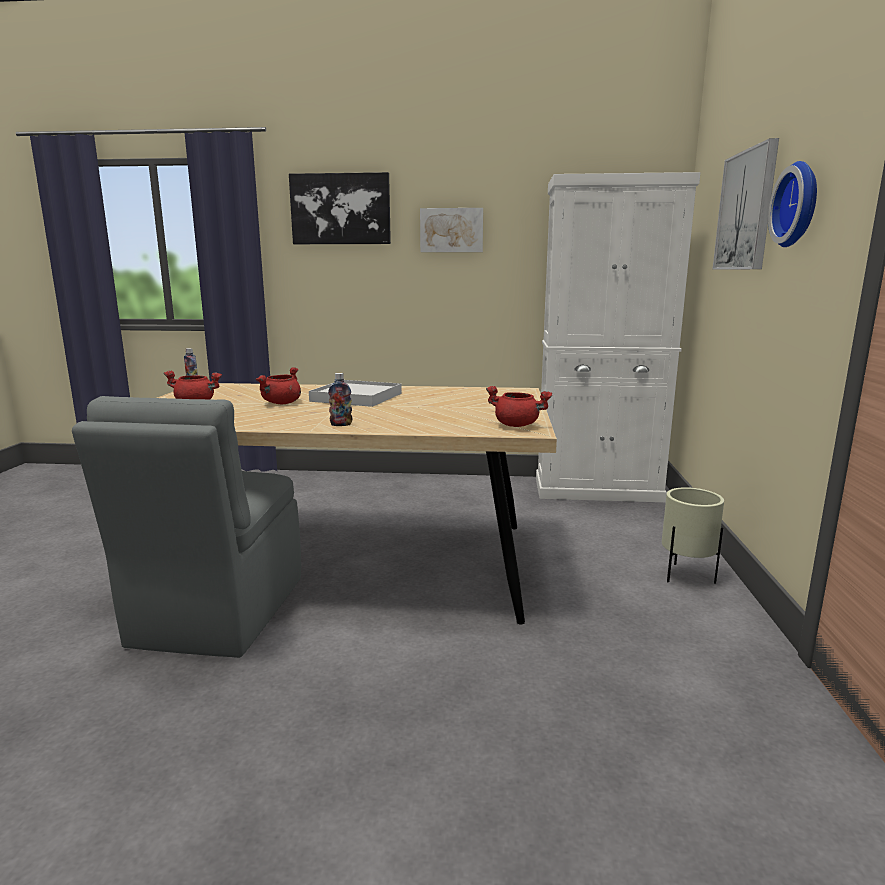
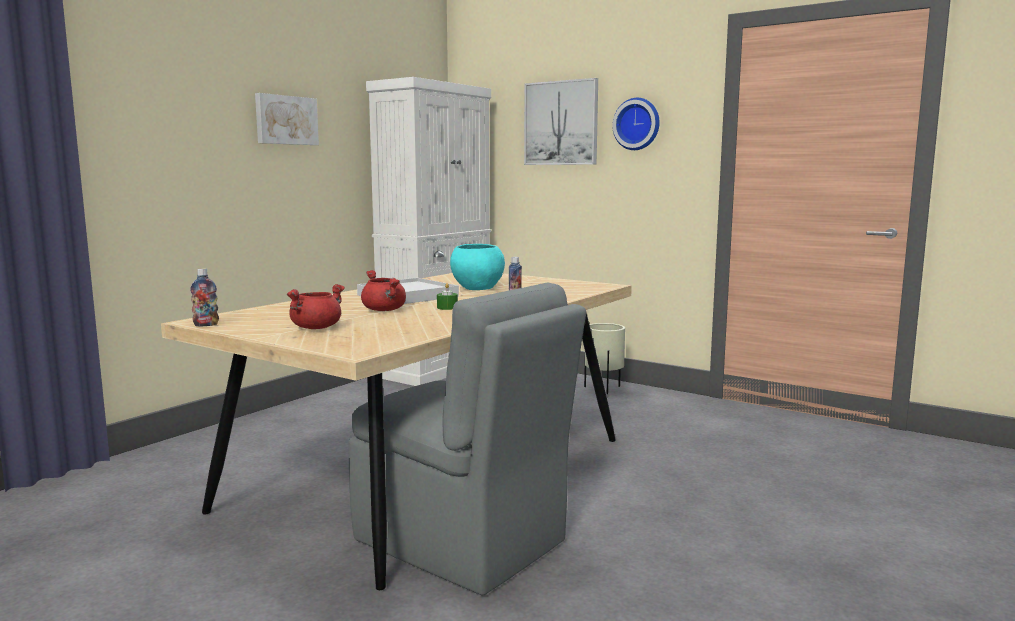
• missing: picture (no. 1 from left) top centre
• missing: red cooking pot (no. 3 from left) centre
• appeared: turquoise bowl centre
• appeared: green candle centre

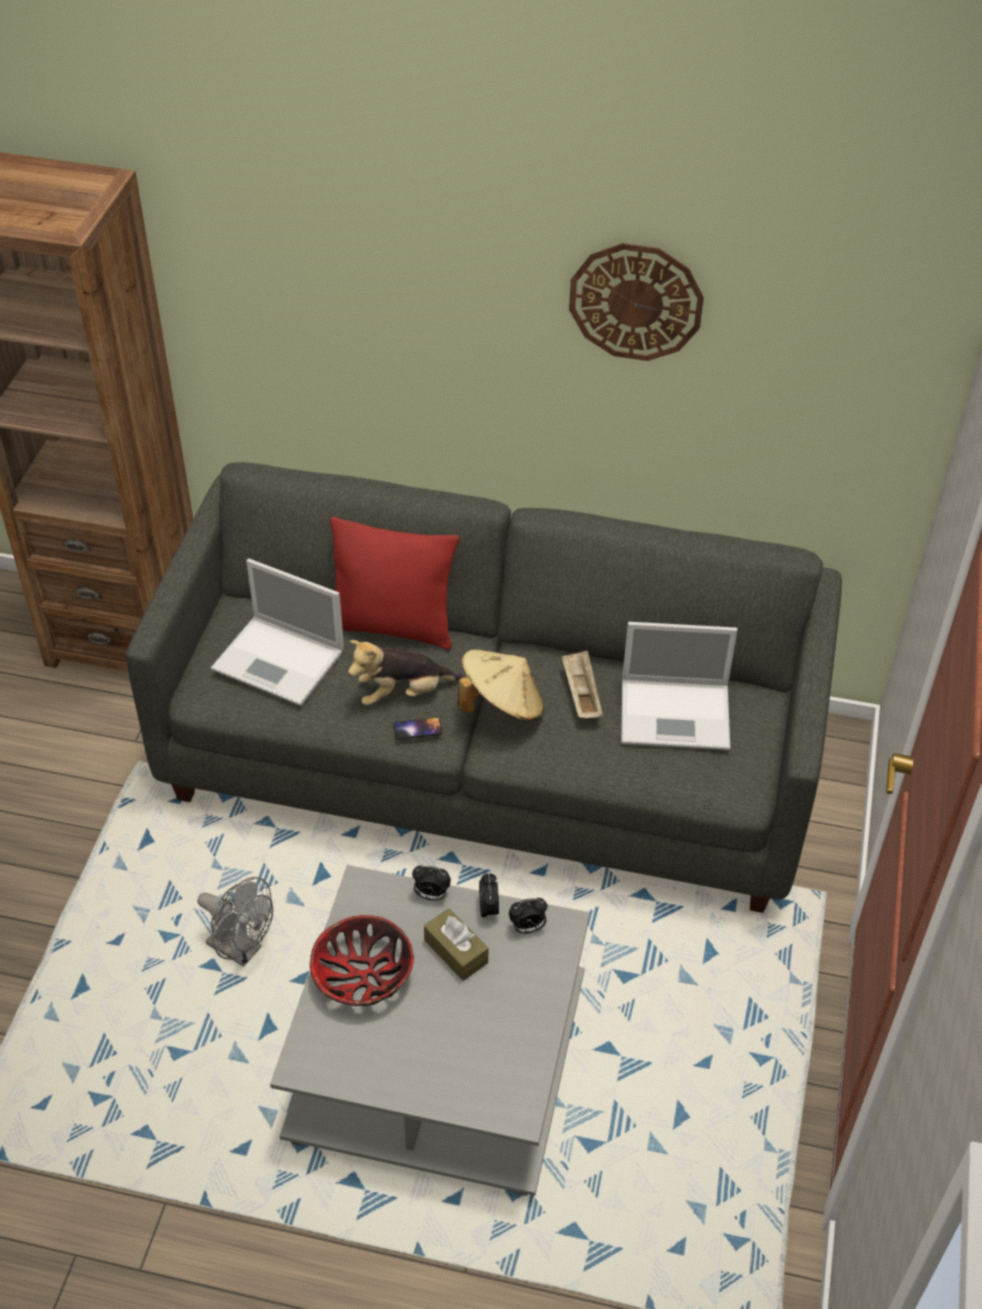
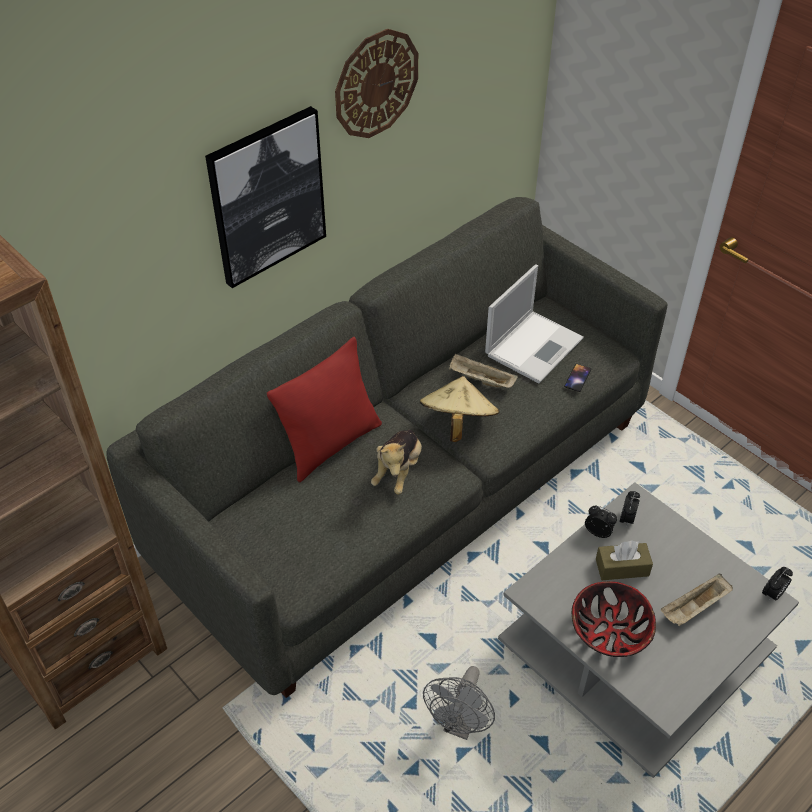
• missing: laptop (no. 1 from left) middle left
• relocated: phone centre to middle right
• relocated: alarm clock (no. 1 from left in the first image) bottom centre to alarm clock (no. 3 from left) bottom right
• spun: grey fan bottom left = bottom centre 135 degrees clockwise
• appeared: picture top left
• appeared: beige tray (no. 2 from left) bottom right

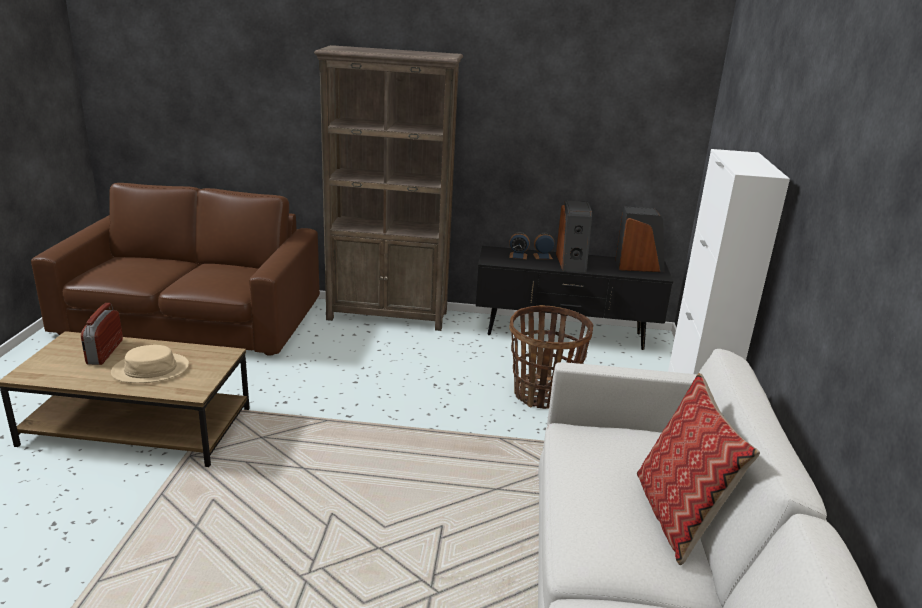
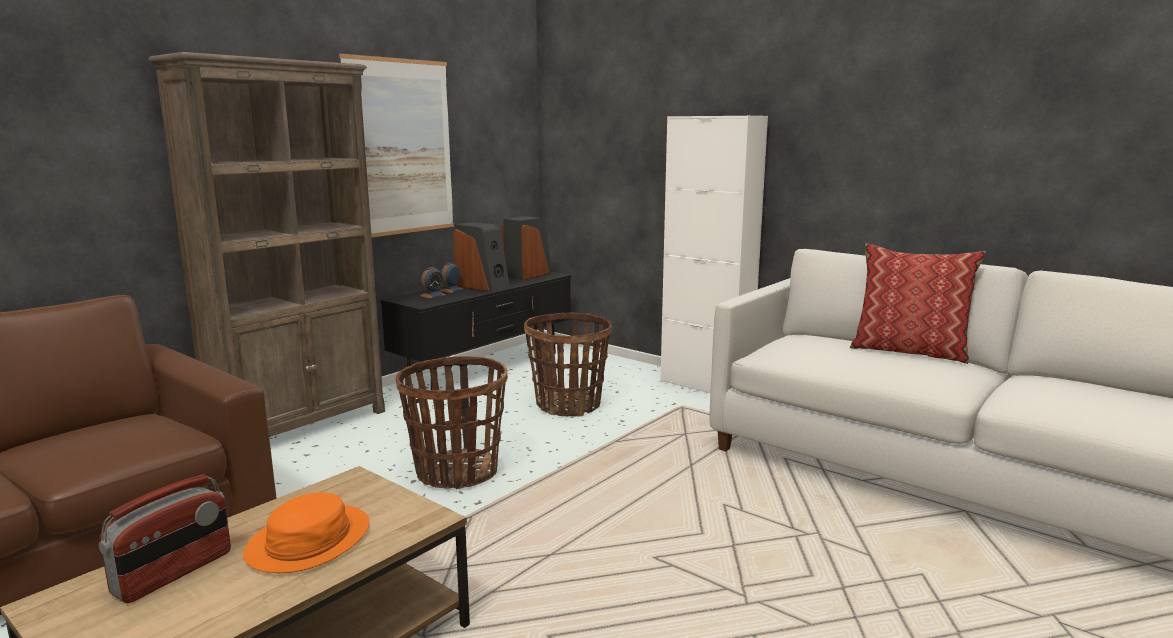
• spun: radio middle left = bottom left 90 degrees counterclockwise
• colour: beige hat middle left to orange hat bottom left
• appeared: picture top centre
• appeared: basket (no. 1 from left) centre

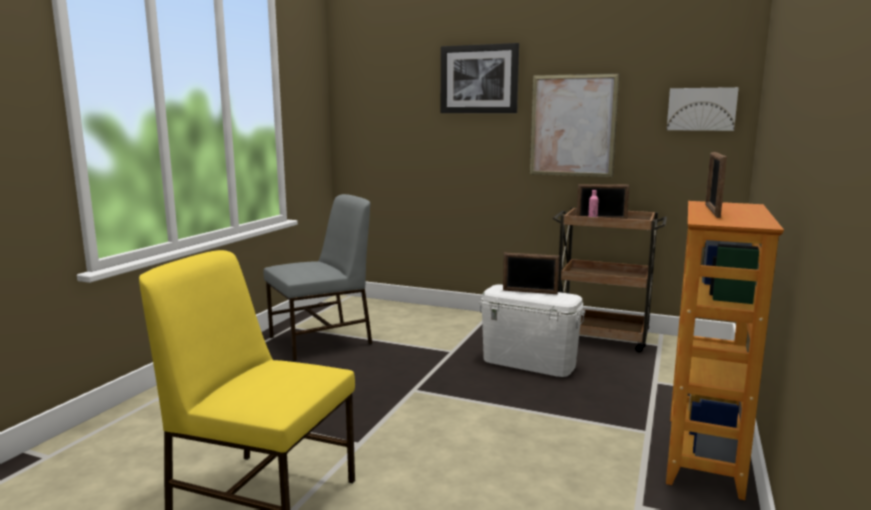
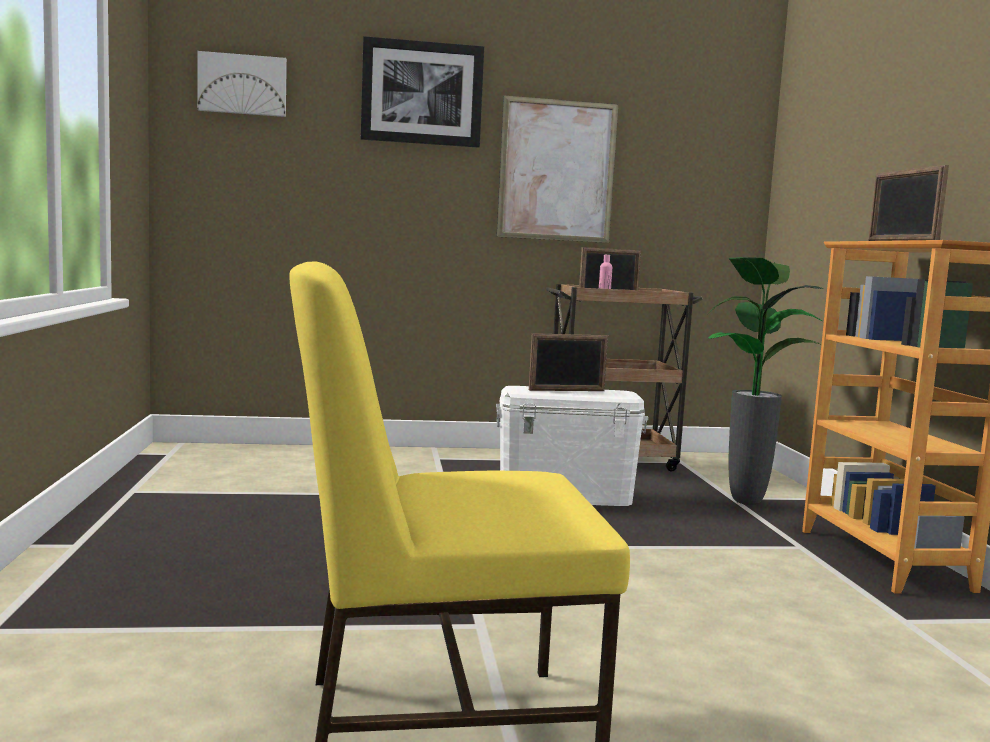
• relocated: picture (no. 3 from left in the first image) top right to picture (no. 1 from left) top left
• missing: grey chair centre
• appeared: potted plant middle right

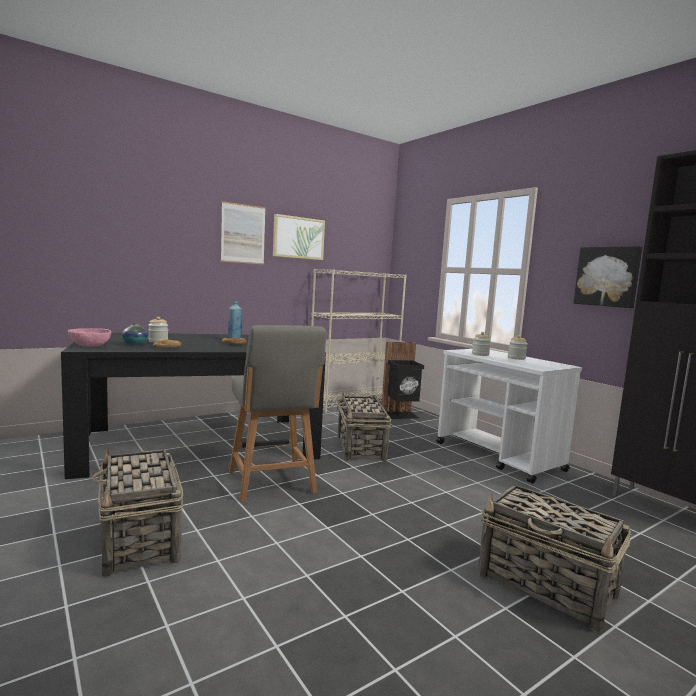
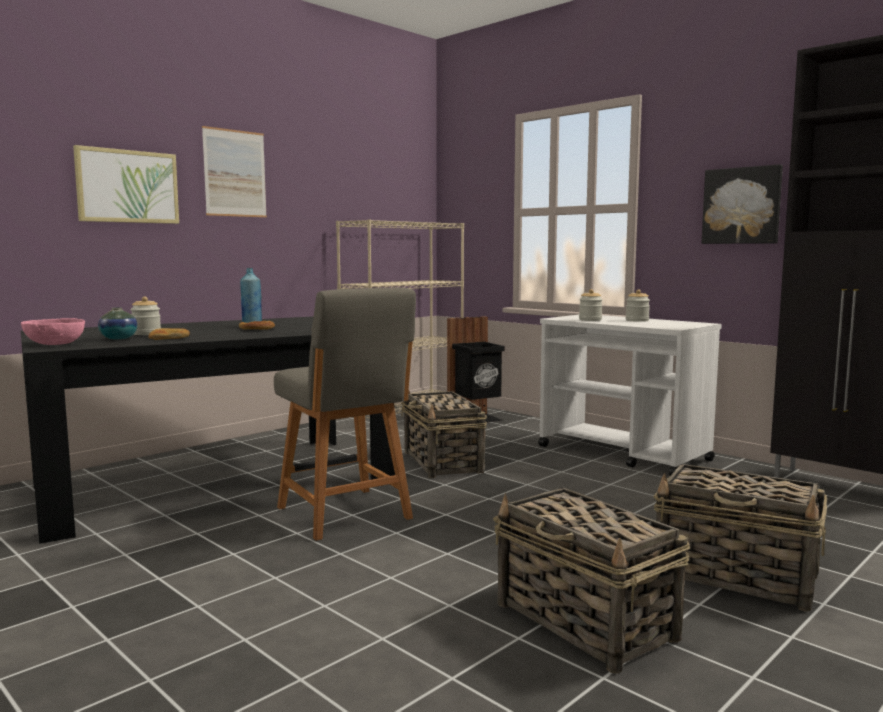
• relocated: picture (no. 2 from left in the first image) centre to picture (no. 1 from left) top left
• relocated: basket (no. 1 from left in the first image) bottom left to basket (no. 2 from left) bottom right

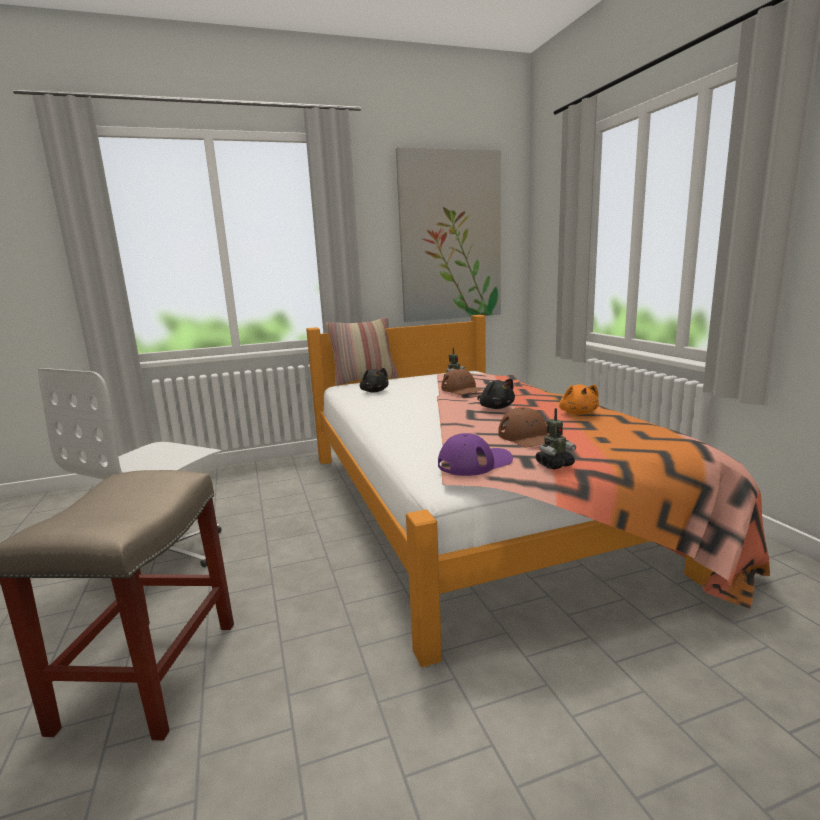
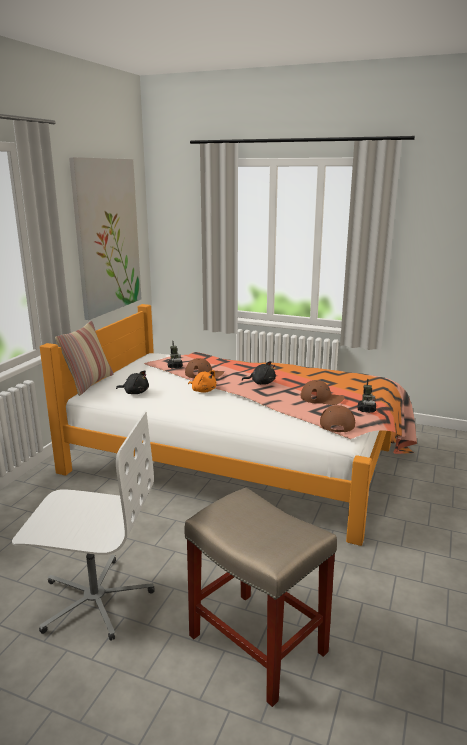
• spun: white office chair middle left = bottom left 60 degrees counterclockwise
• relocated: orange plush toy middle right to centre
• colour: purple cap centre to brown cap (no. 3 from left) middle right

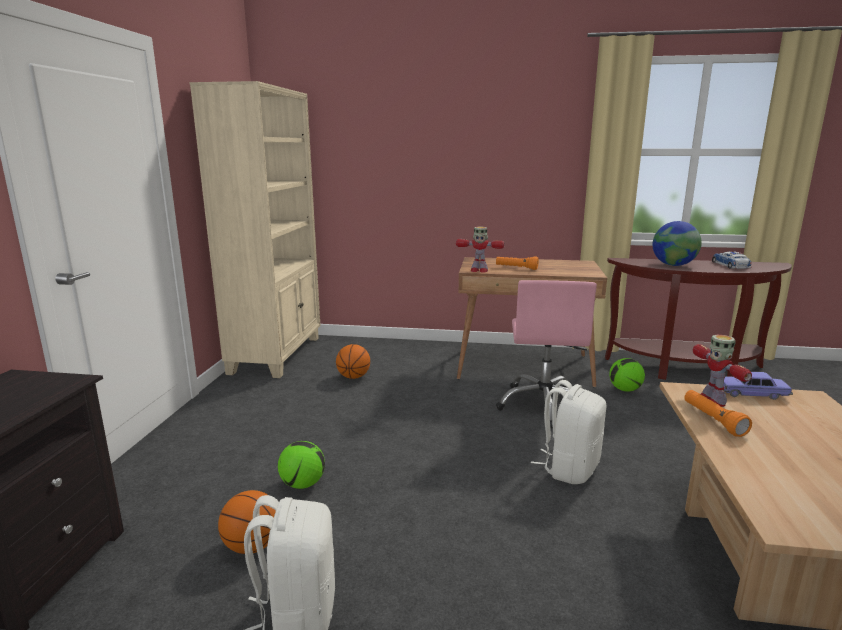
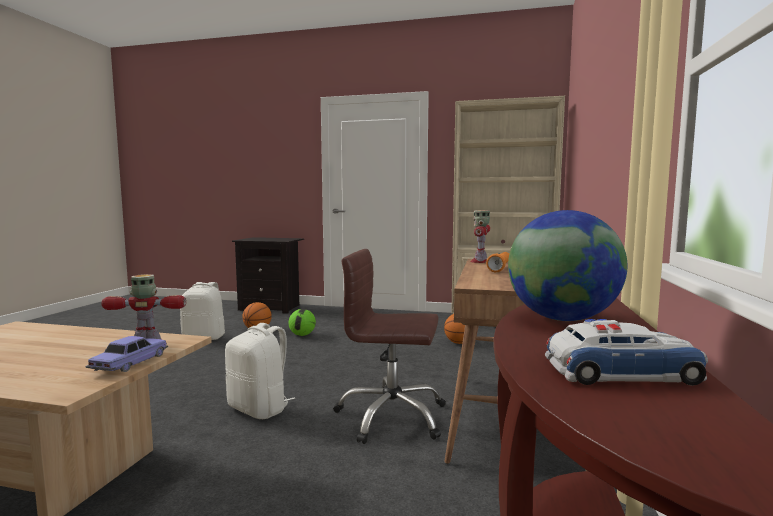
• colour: pink office chair centre to brown office chair bottom centre
• missing: football (no. 2 from left) middle right
• missing: orange flashlight (no. 2 from left) middle right

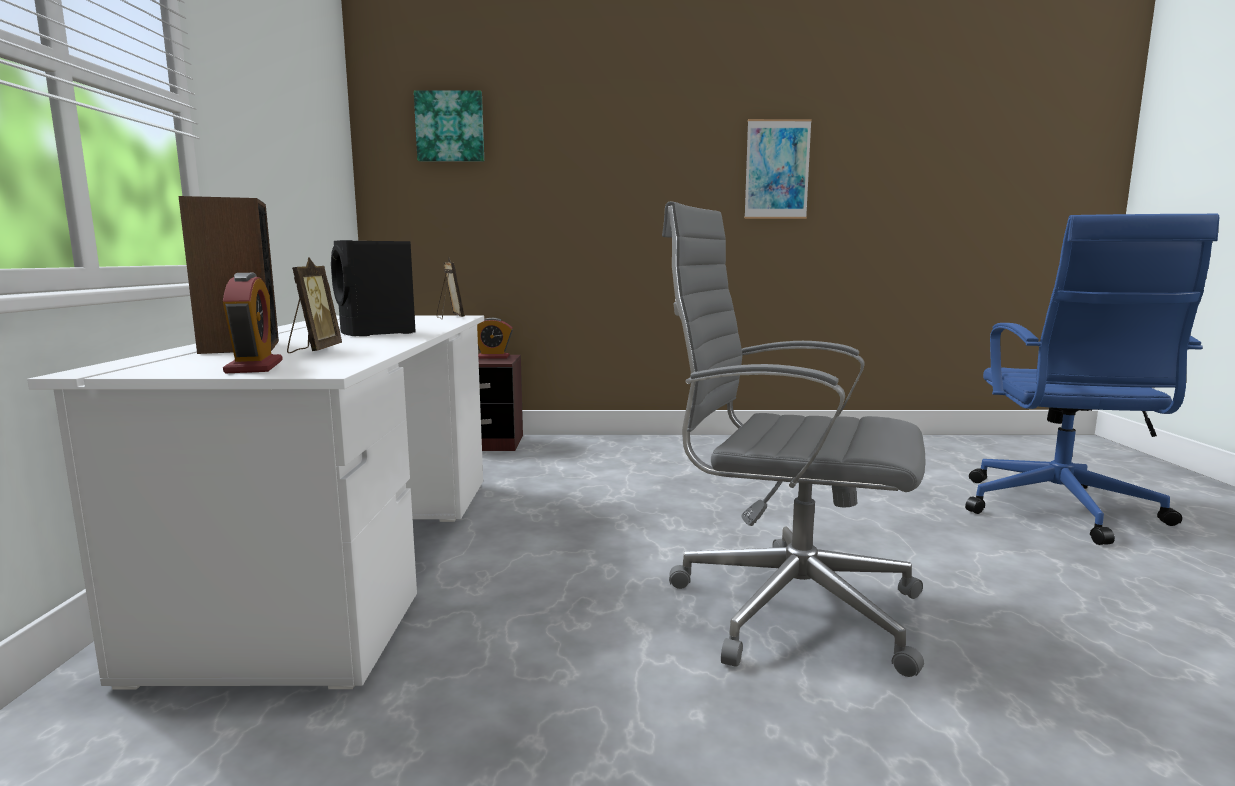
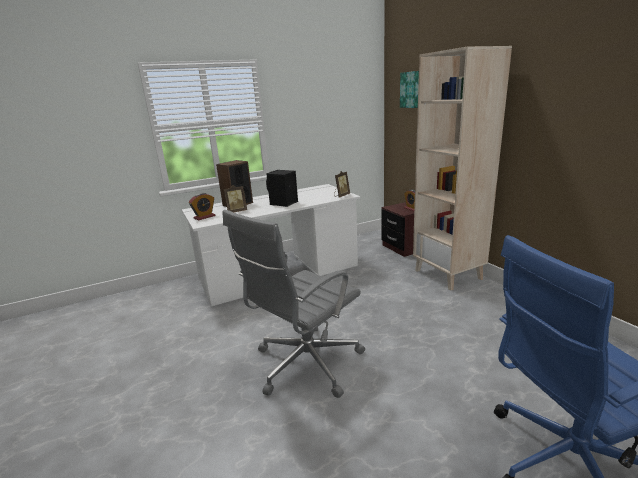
• missing: picture (no. 2 from left) top centre
• spun: grey office chair centre = centre 135 degrees counterclockwise
• appeared: beige bookcase middle right

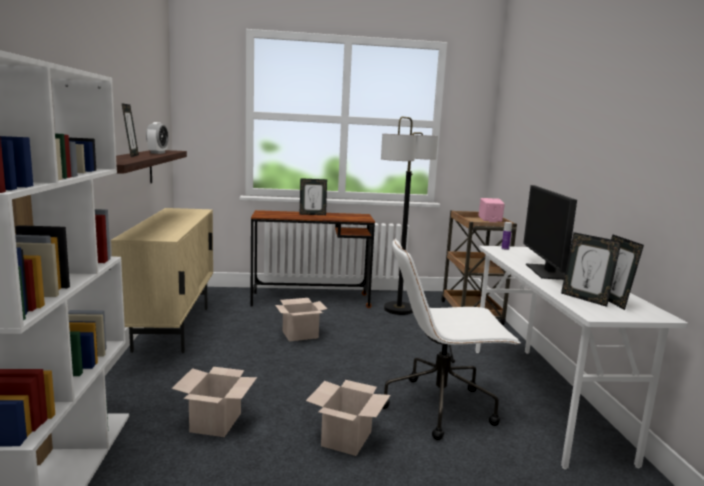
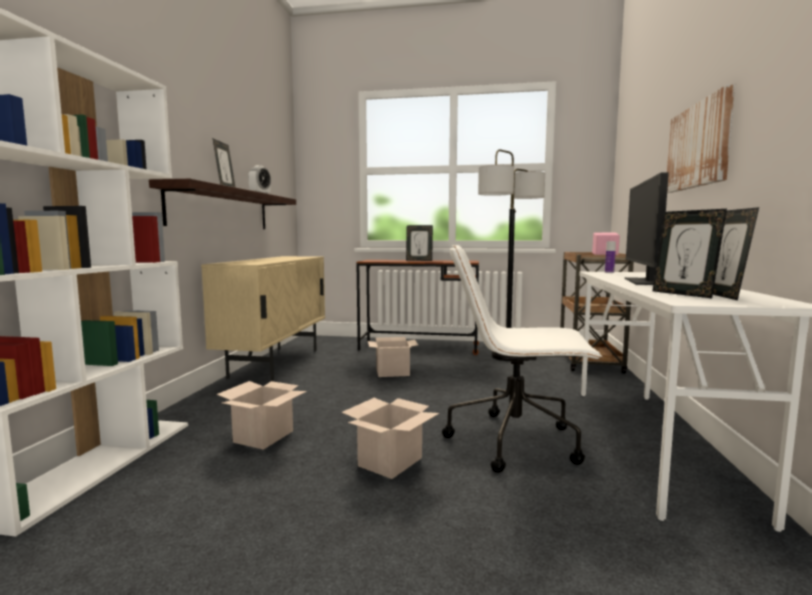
• appeared: picture top right

